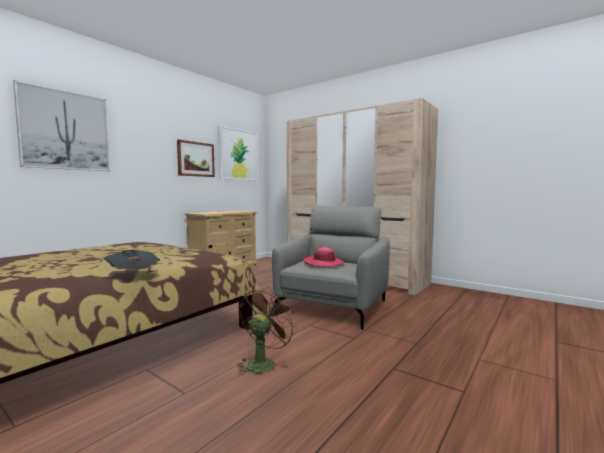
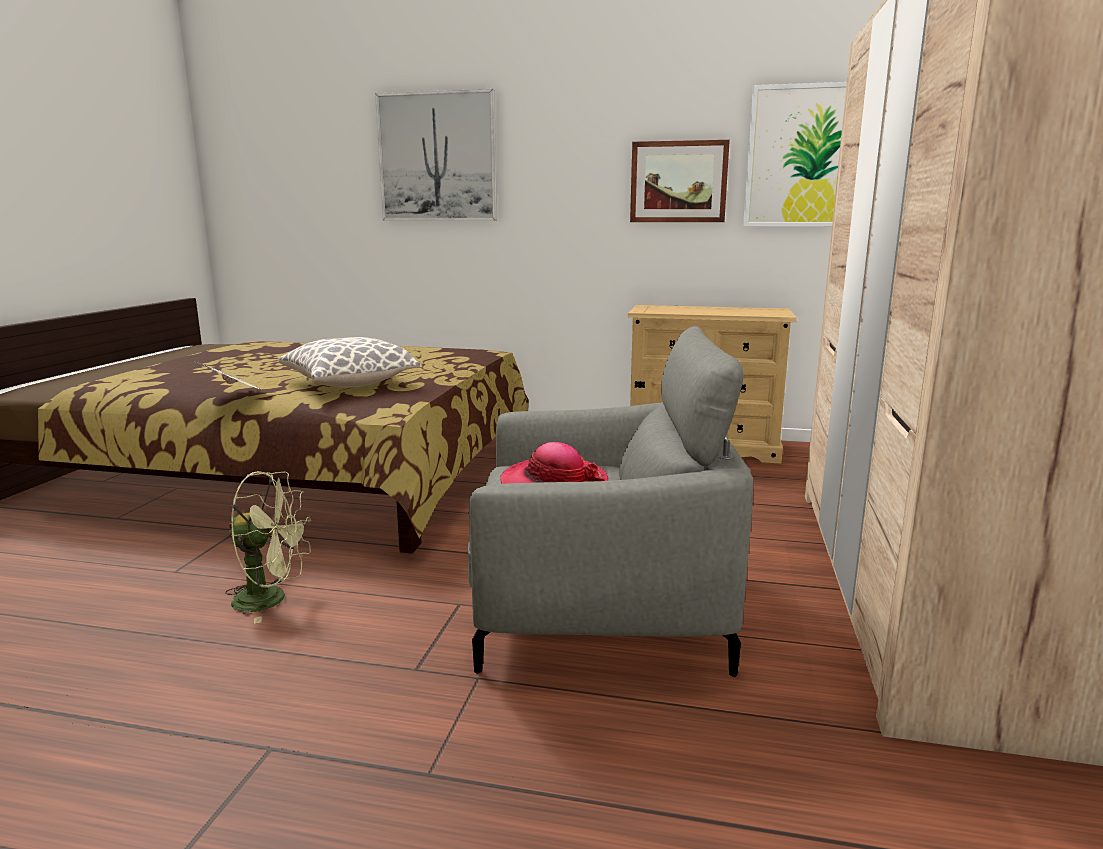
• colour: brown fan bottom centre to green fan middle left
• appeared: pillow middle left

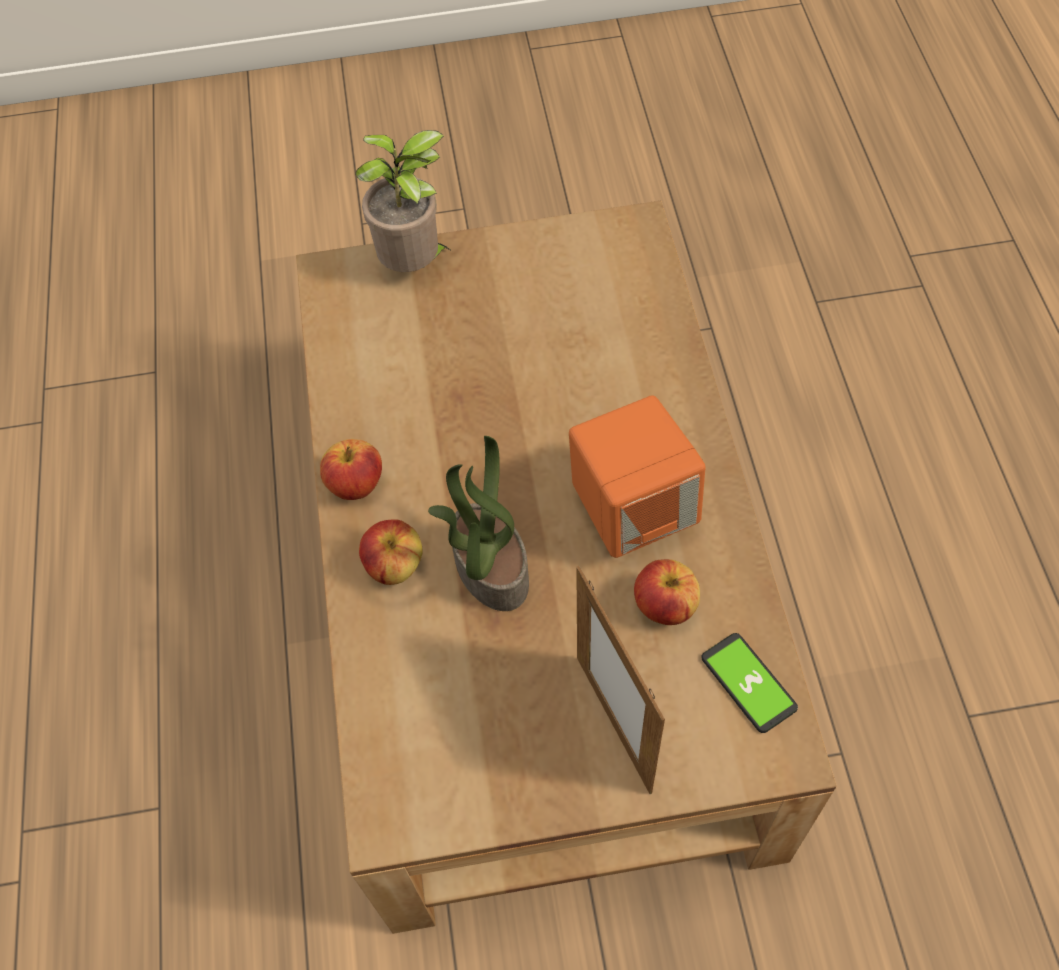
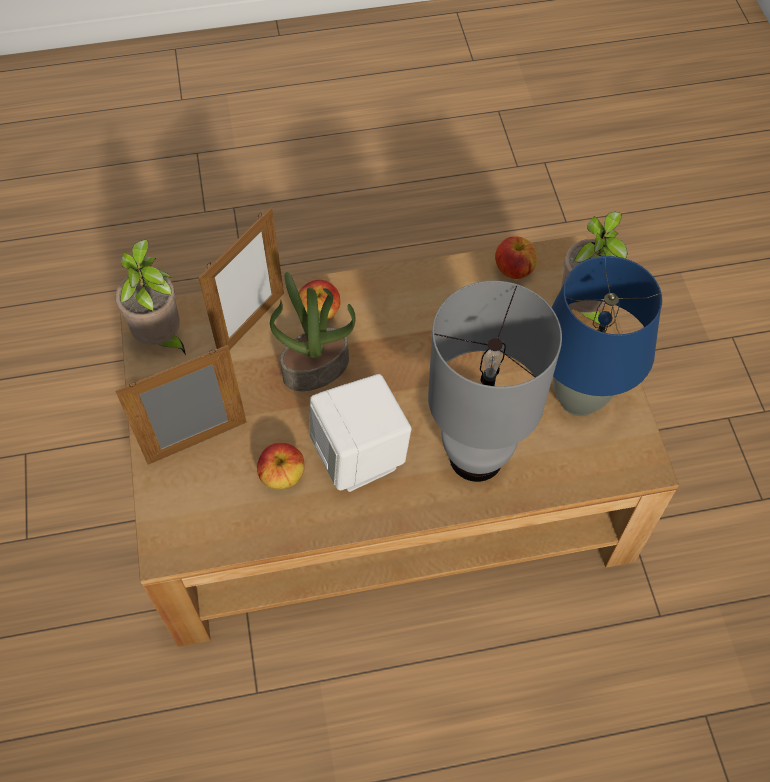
• colour: orange speaker centre to white speaker centre
• relocated: apple (no. 1 from left in the first image) middle left to apple (no. 3 from left) top right
• missing: phone bottom right
• appeared: picture frame (no. 2 from left) middle left
• appeared: potted plant (no. 1 from left) middle left
• appeared: blue table lamp middle right
• appeared: grey table lamp centre

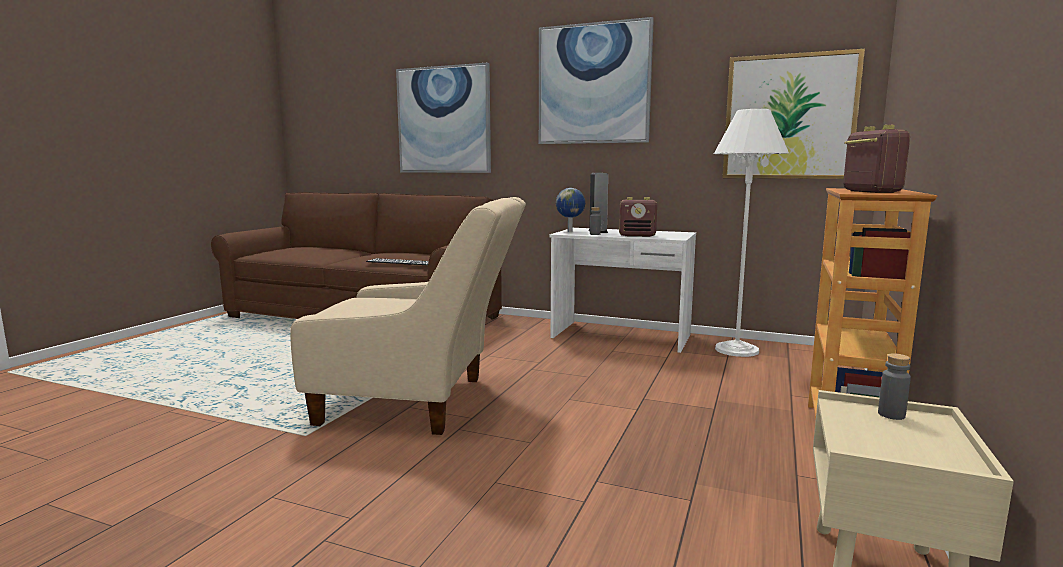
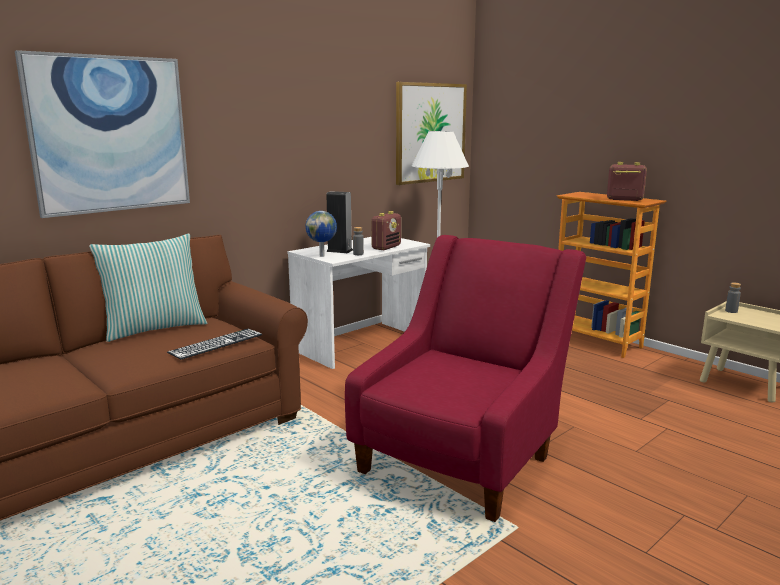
• missing: picture (no. 2 from left) top centre
• colour: beige armchair centre to red armchair centre
• appeared: pillow middle left

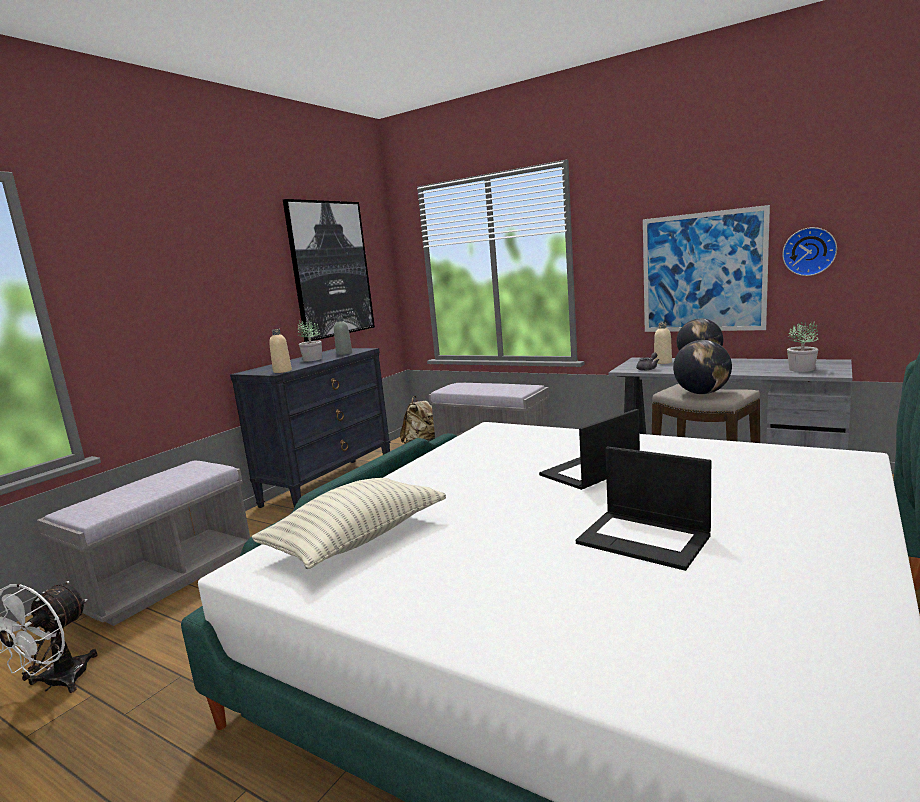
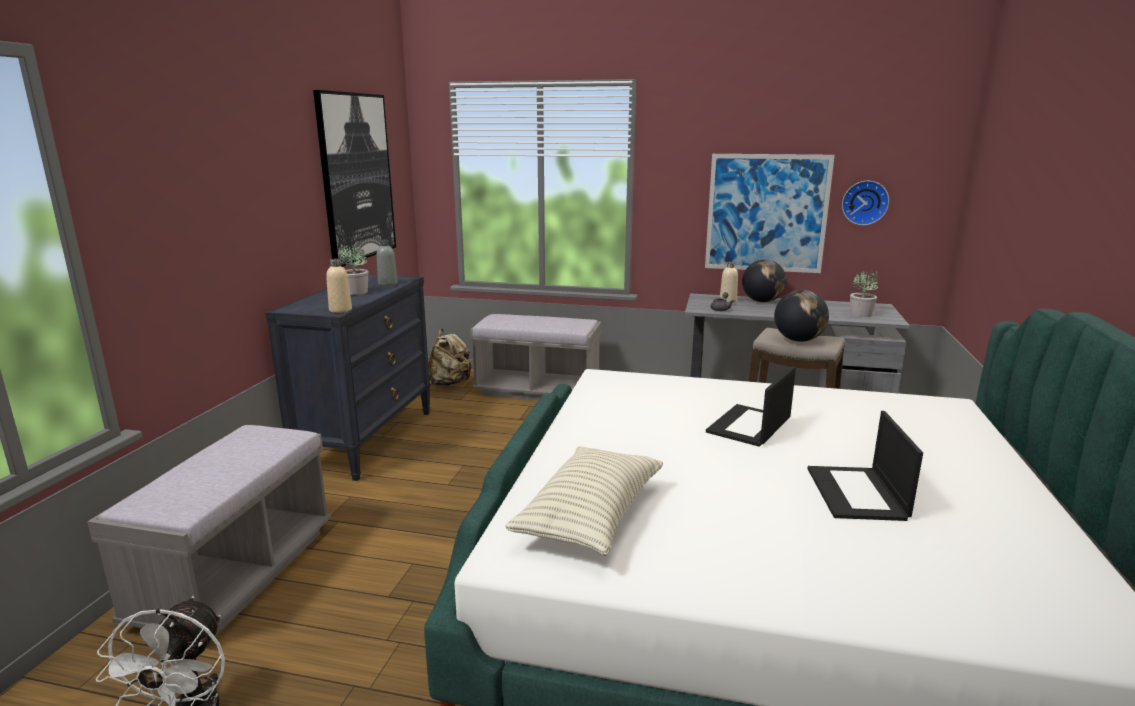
• spun: laptop (no. 2 from left) middle right = middle right 75 degrees clockwise

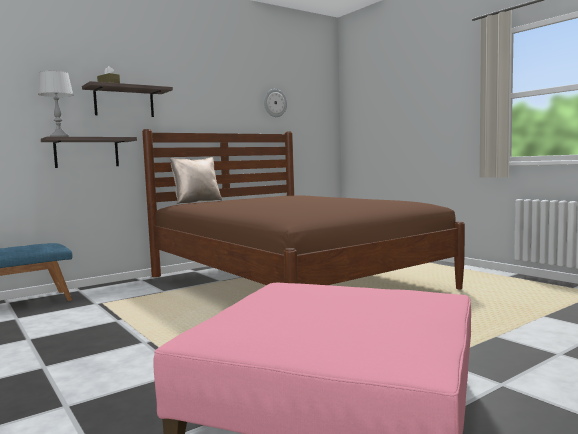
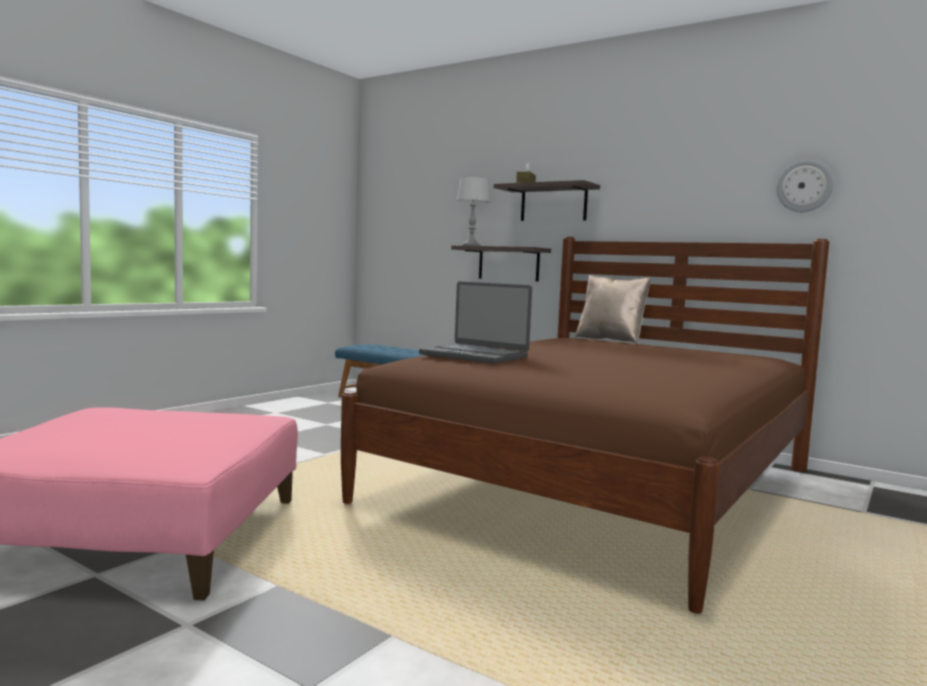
• appeared: laptop centre

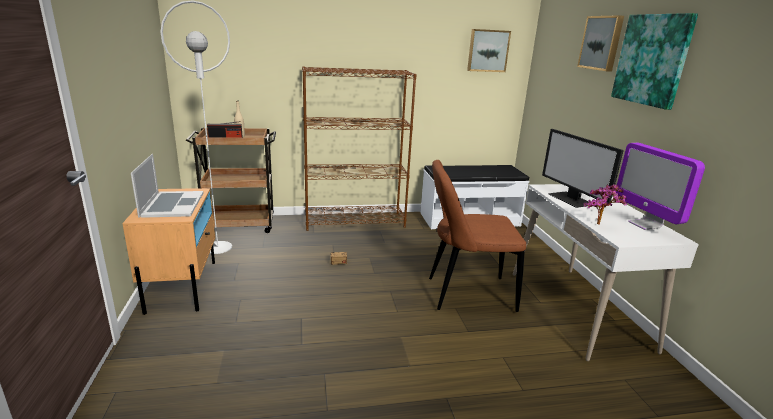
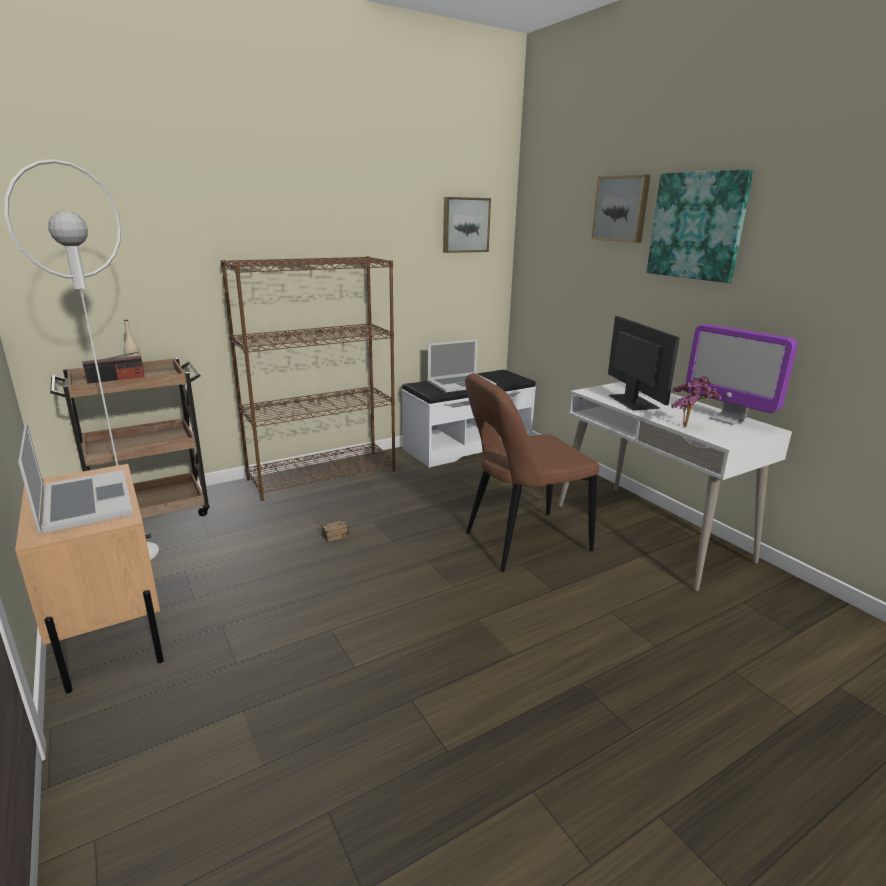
• spun: monitor (no. 1 from left) middle right = middle right 150 degrees counterclockwise
• appeared: laptop (no. 2 from left) centre

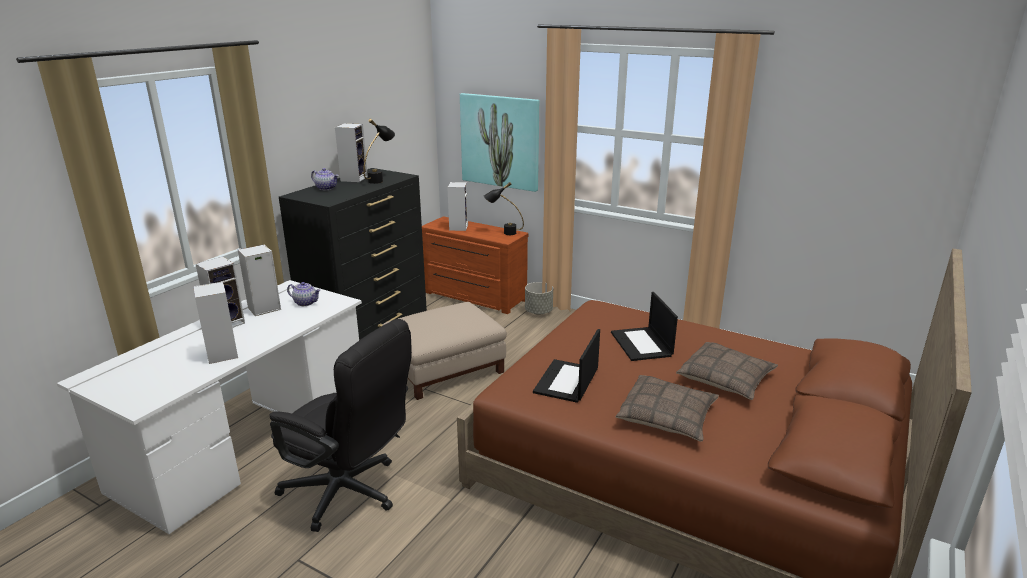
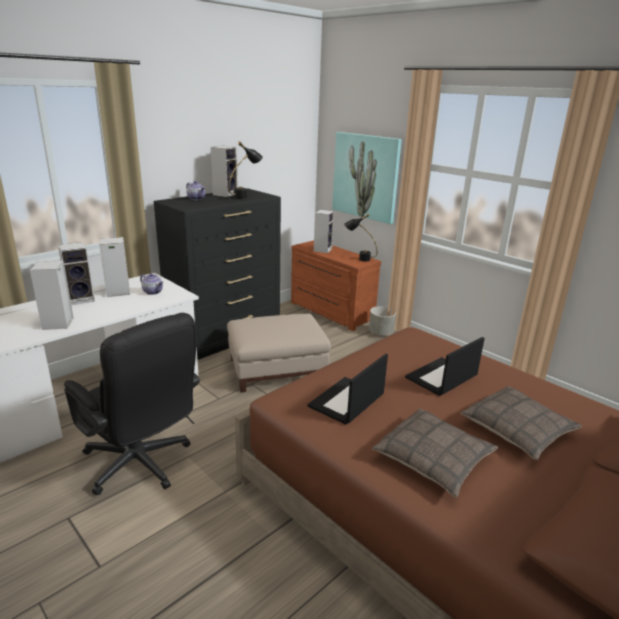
• spun: laptop (no. 2 from left) centre = middle right 45 degrees clockwise

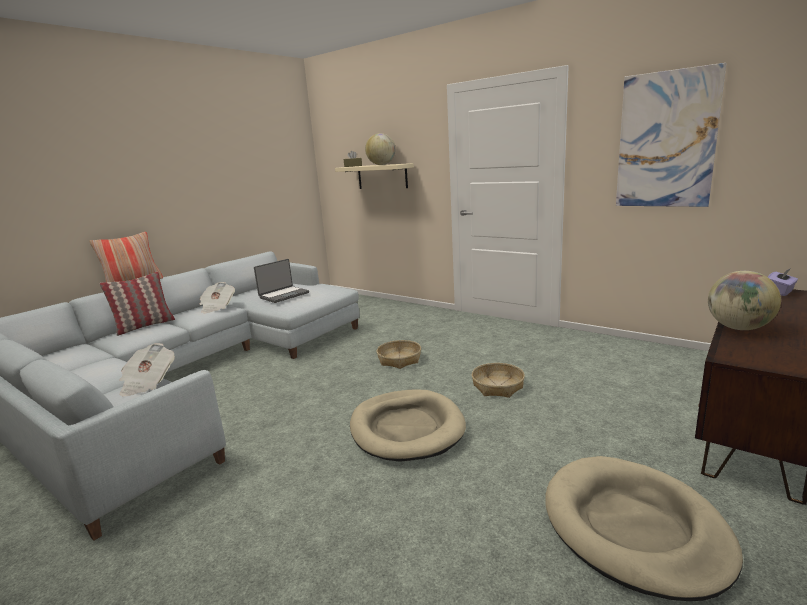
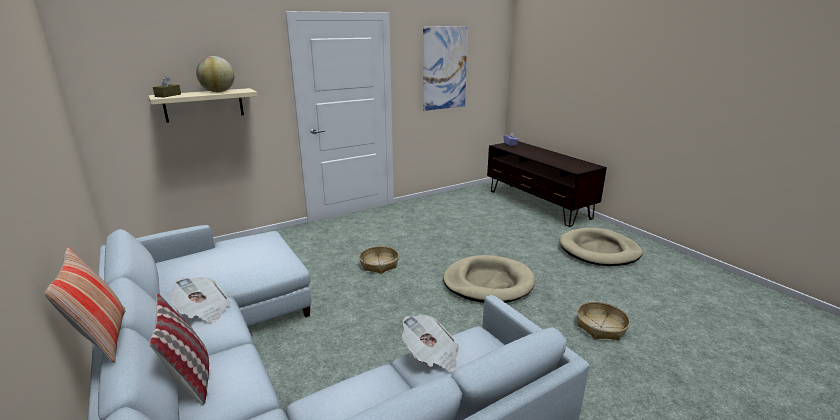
• missing: laptop centre
• missing: globe (no. 2 from left) middle right
• relocated: basket (no. 2 from left) centre to bottom right

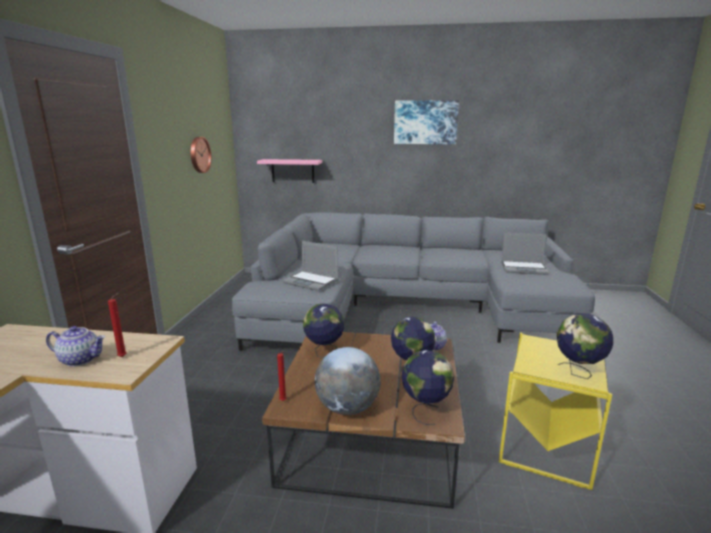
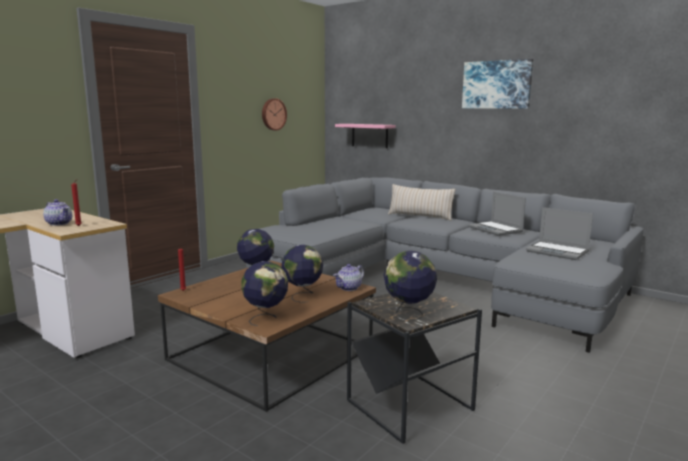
• relocated: laptop (no. 1 from left) centre to middle right
• colour: yellow side table bottom right to black side table bottom centre
• missing: globe (no. 2 from left) bottom centre
• appeared: beige pillow centre

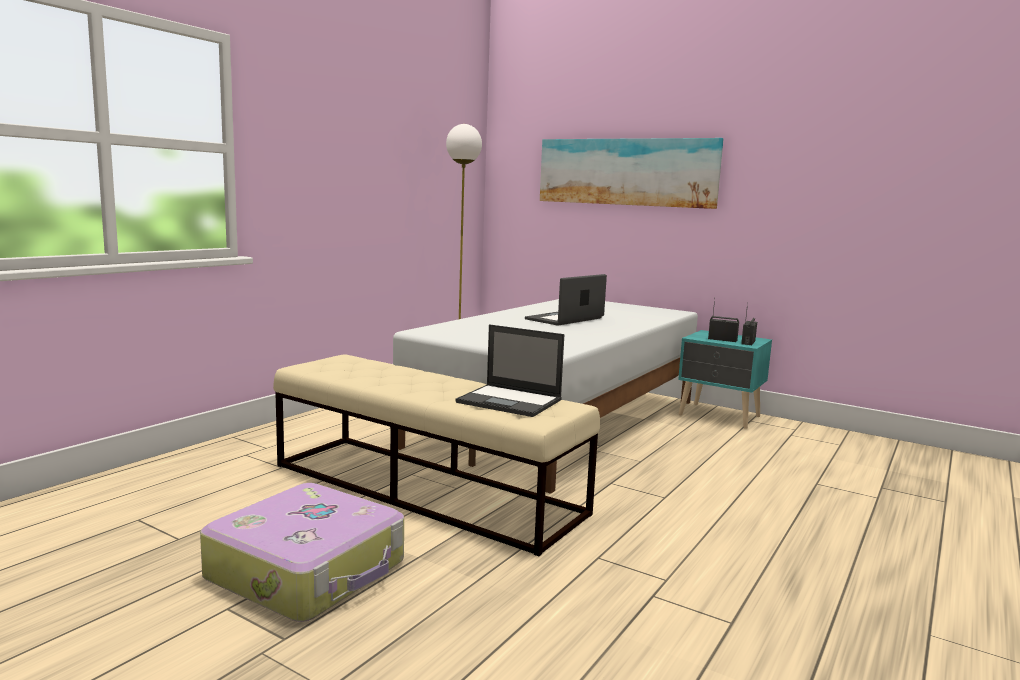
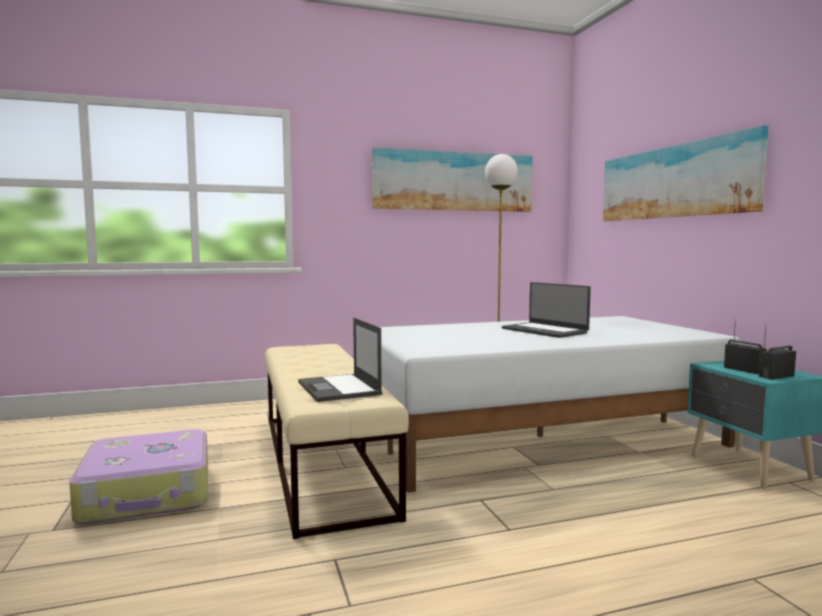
• spun: laptop (no. 2 from left) centre = centre 120 degrees counterclockwise
• appeared: picture (no. 1 from left) top centre

